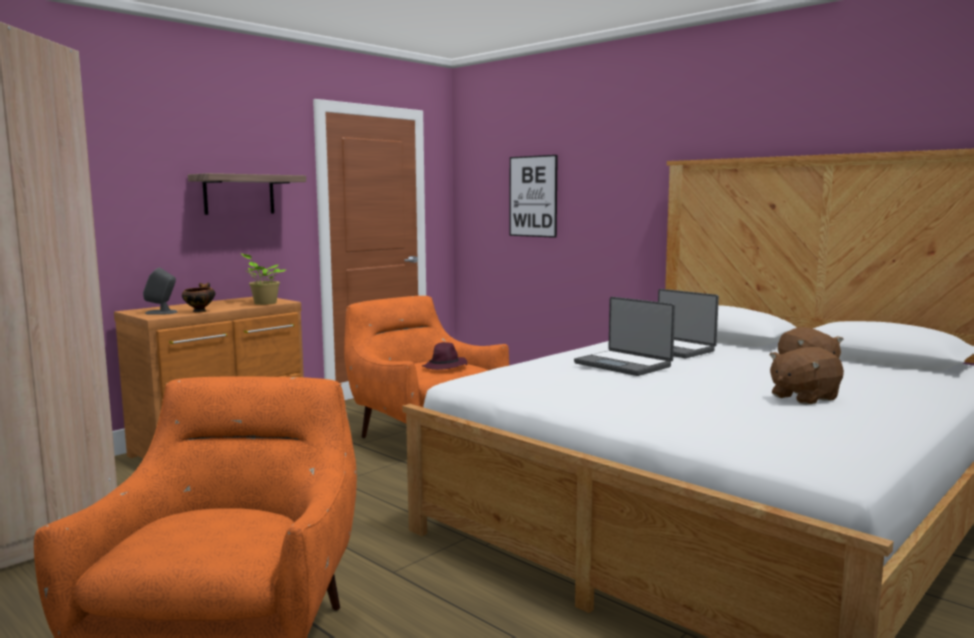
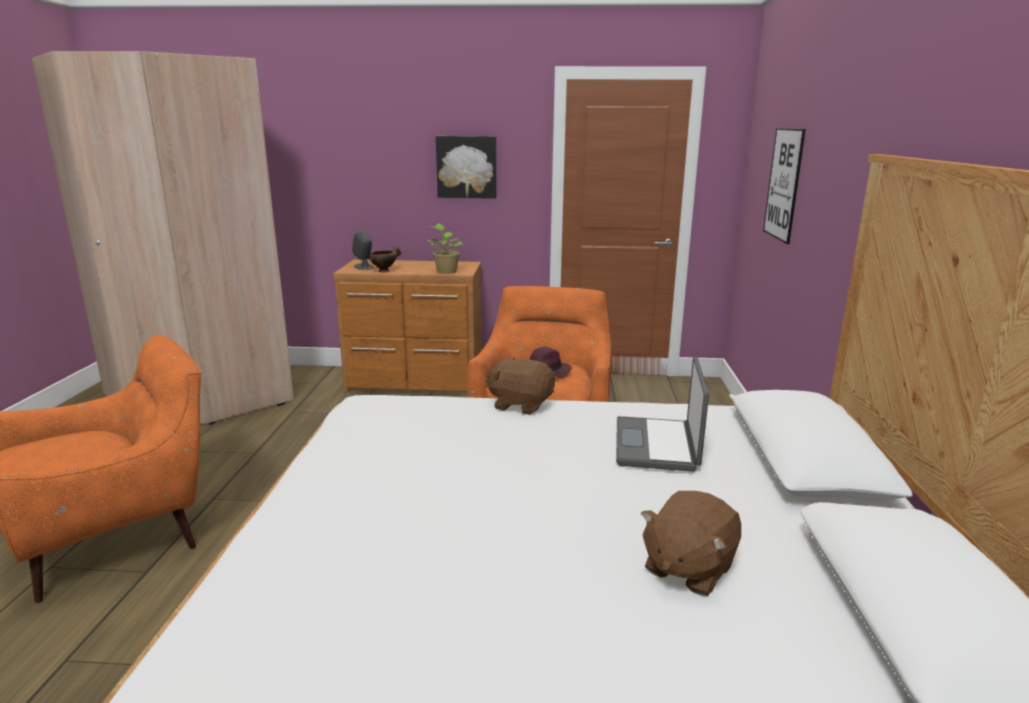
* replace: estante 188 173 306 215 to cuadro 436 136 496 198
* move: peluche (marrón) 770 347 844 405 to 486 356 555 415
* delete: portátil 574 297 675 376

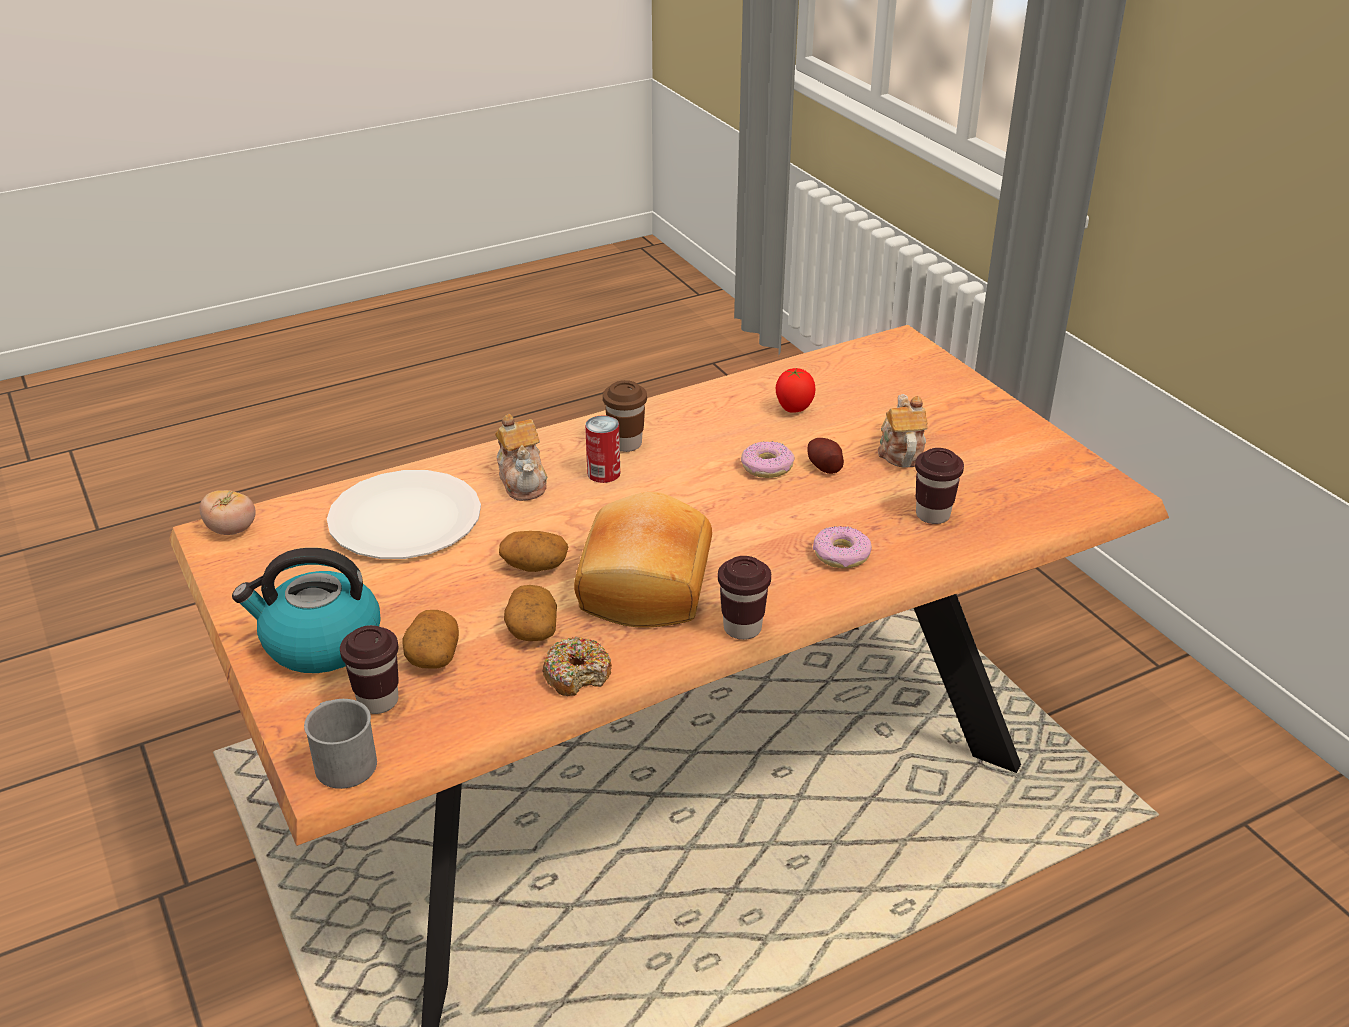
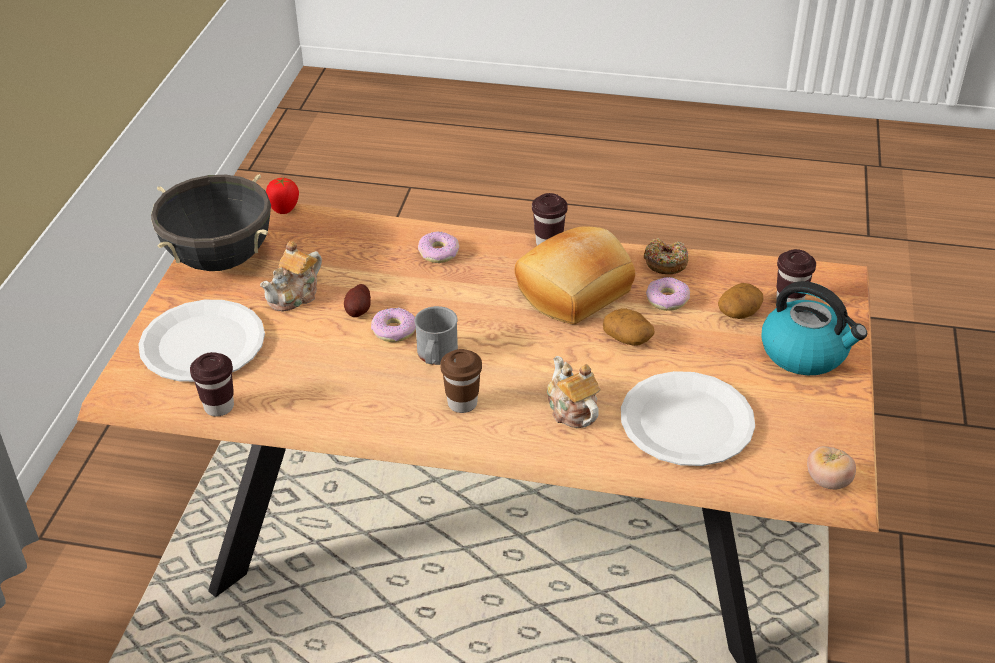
* insert: plato (blanco) 138 300 265 382
* insert: olla (negro) 151 174 271 271
* move: taza (marrón) 915 448 964 524 to 190 352 234 416
* move: tomate 776 368 815 413 to 266 177 299 214
* move: taza grande (gris) 304 699 377 789 to 415 306 458 365
* rotate: tetera 495 414 547 501 = 547 356 600 428 45 degrees counterclockwise
* replace: patata 504 585 557 641 to rosquilla 646 277 690 311
* delete: lata 585 415 620 483

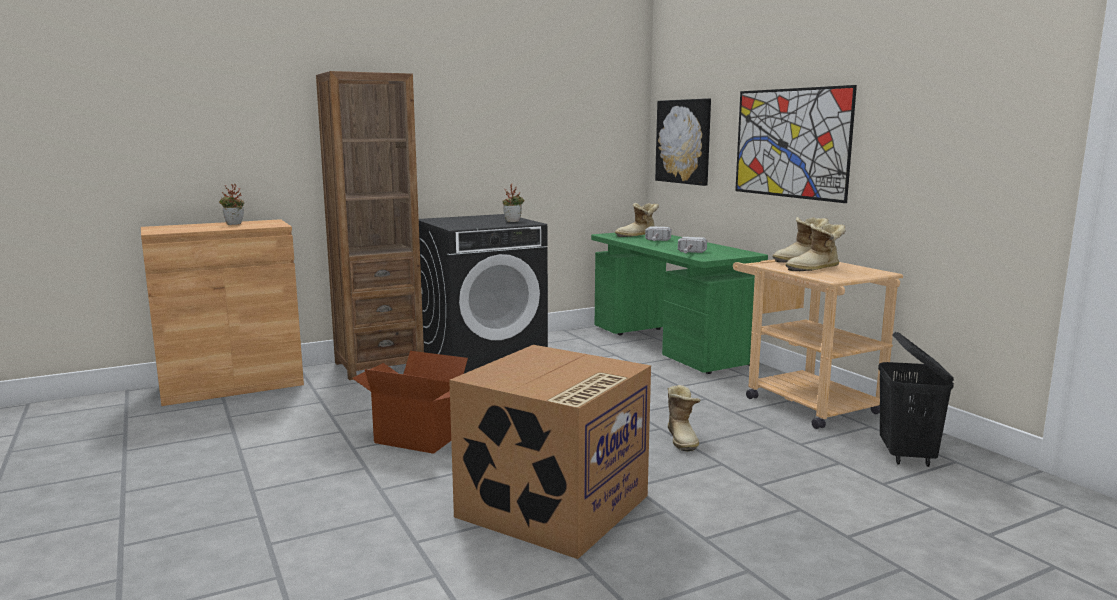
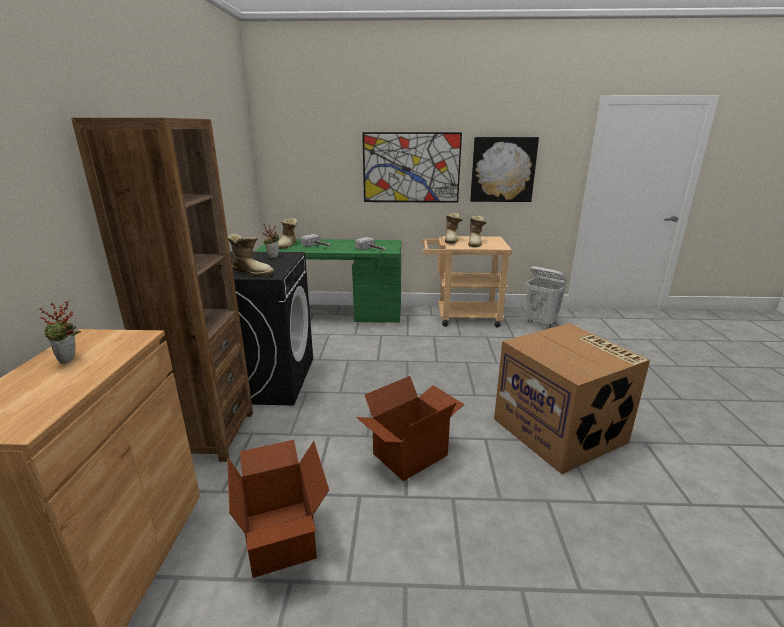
* insert: caja de cartón 227 440 329 578
* move: bota 668 385 701 451 to 228 234 274 277
* move: cuadro 655 98 711 186 to 470 137 539 202
* recolor: cesto de la ropa (negro) 878 332 954 467 to cesto de la ropa (blanco) 525 266 567 328

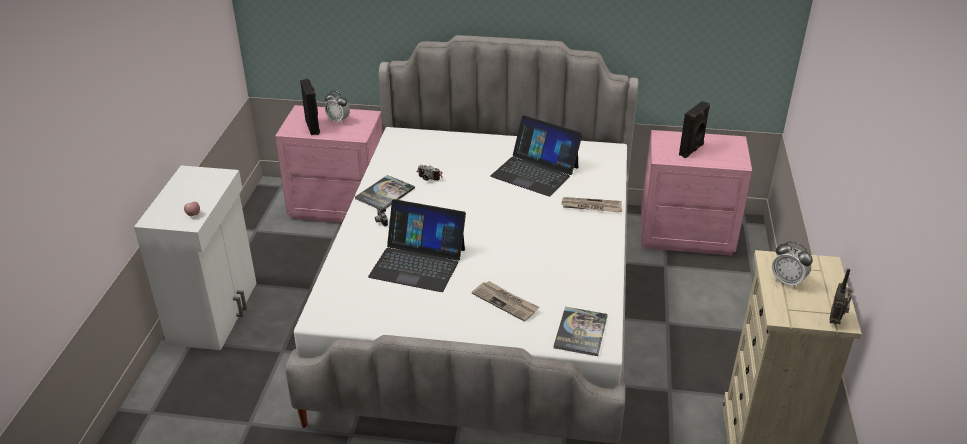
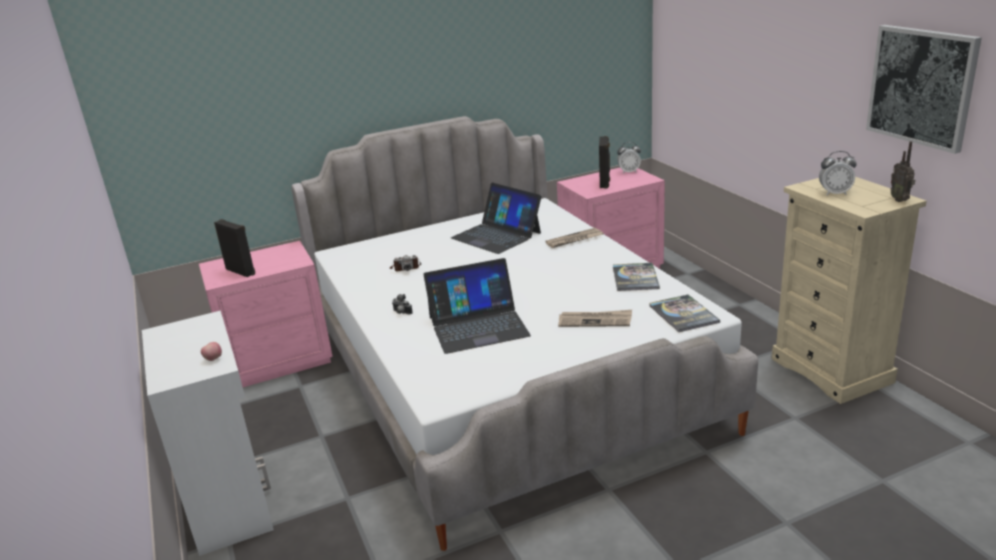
* rotate: portátil 490 115 583 197 = 451 183 542 254 45 degrees clockwise
* move: libro 355 175 415 208 to 613 263 660 291
* move: despertador 325 91 350 124 to 617 142 641 174
* insert: cuadro 866 25 982 154

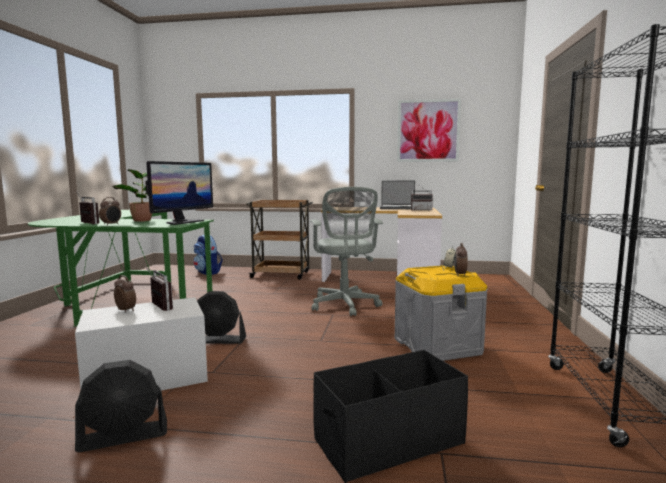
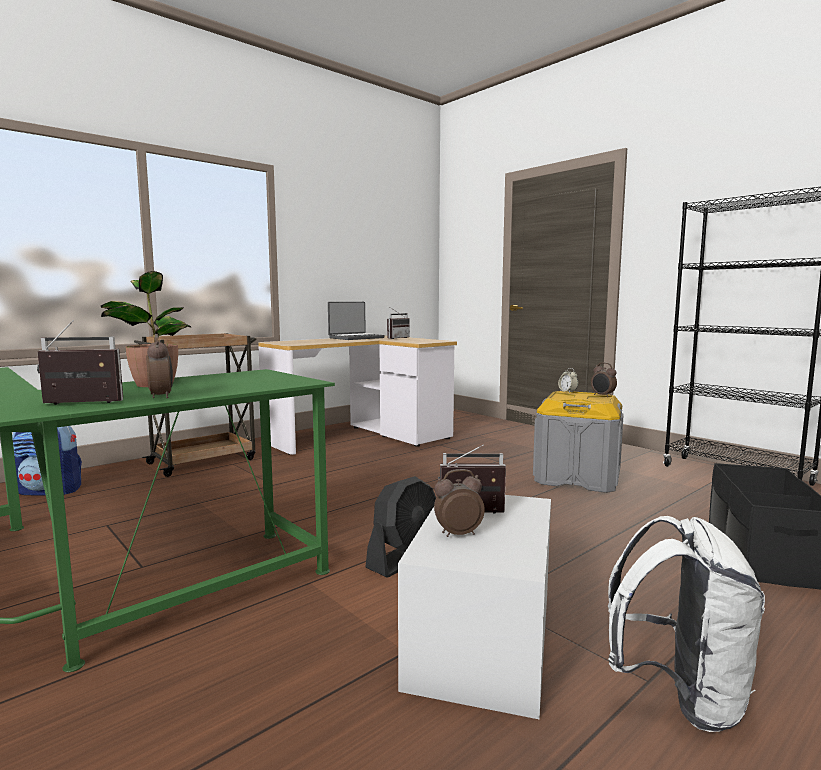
* replace: ventilador (negro) 75 360 167 452 to mochila (blanco) 608 516 765 732
* delete: monitor 145 161 213 225
* delete: silla de oficina (gris) 310 187 383 316
* delete: cuadro 397 99 461 162

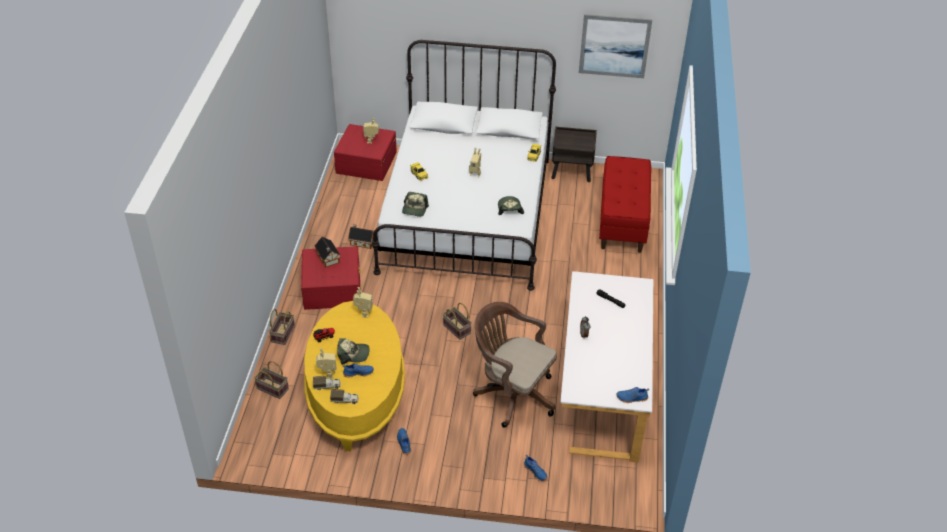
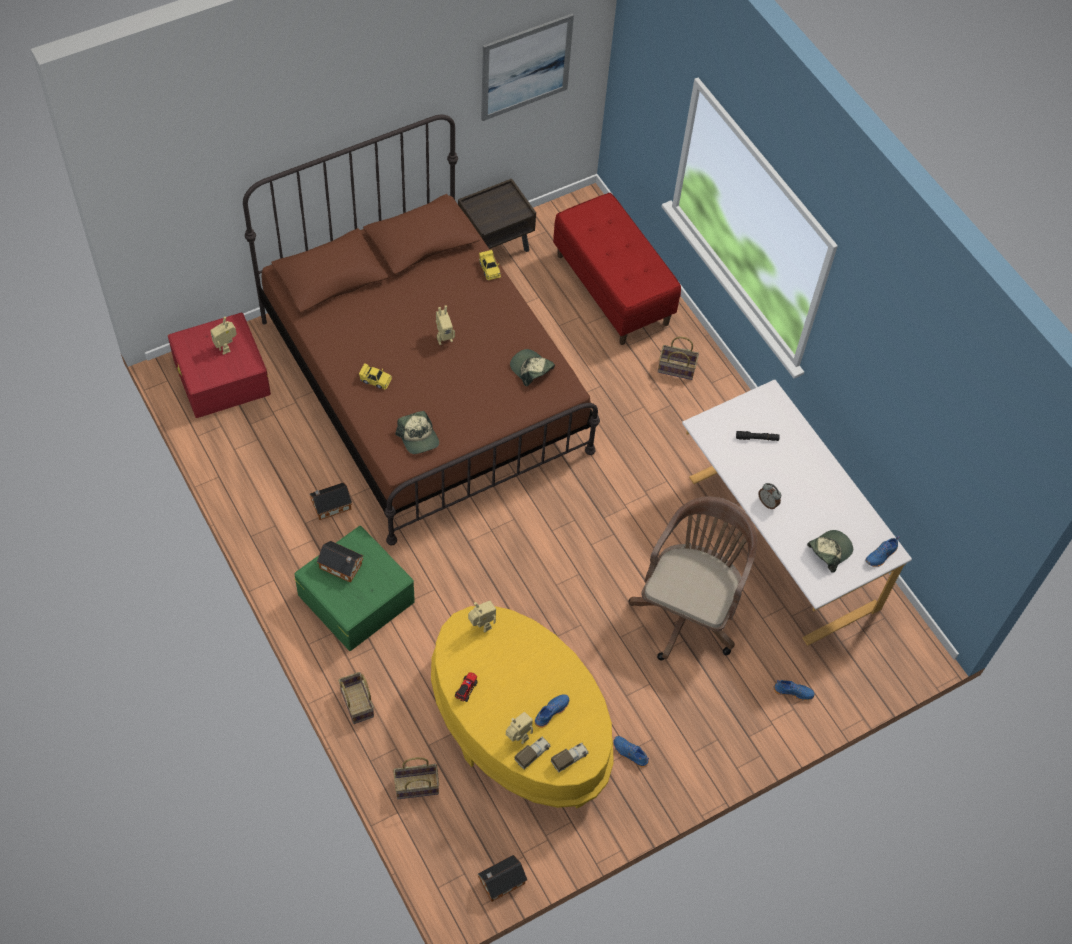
* recolor: cama (blanco) 371 40 556 291 to cama (marrón) 243 115 600 545
* recolor: caja de almacenaje (rojo) 301 246 360 310 to caja de almacenaje (verde) 294 526 415 651
* insert: casita 478 855 527 902
* rotate: silla de oficina (marrón) 473 302 557 428 = 628 497 757 660 120 degrees clockwise
* move: cesta 443 303 472 340 to 658 337 699 380
* move: gorra 337 338 370 365 to 807 530 853 573

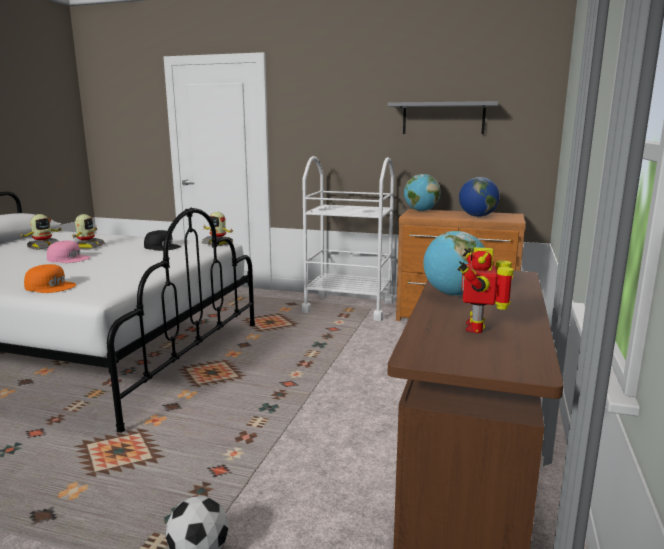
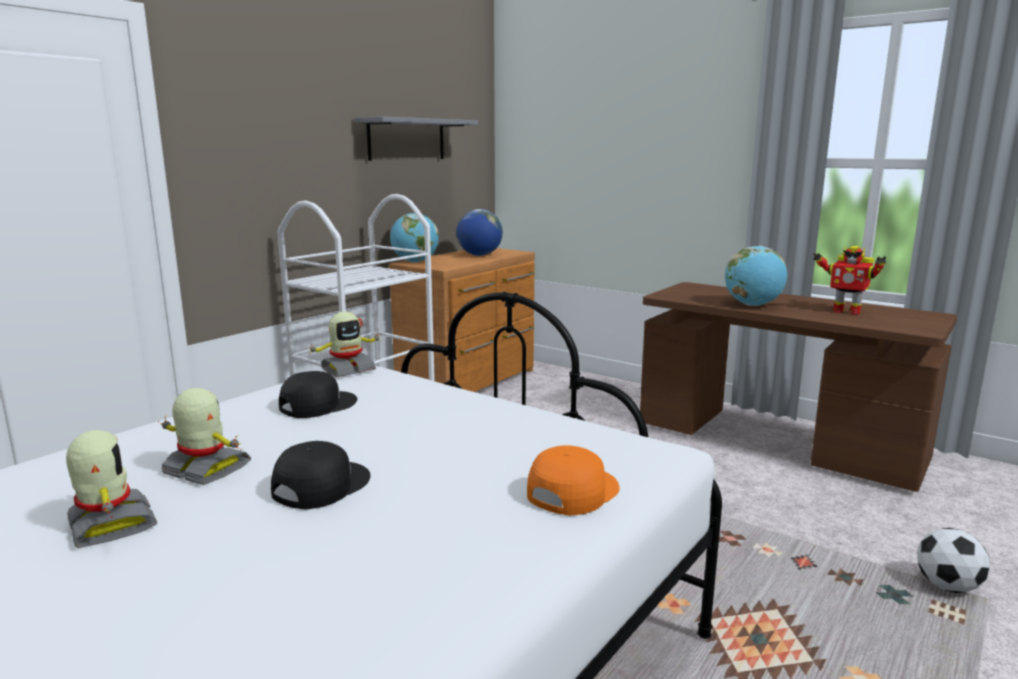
* recolor: gorra (rosa) 47 240 90 263 to gorra (negro) 271 441 371 509

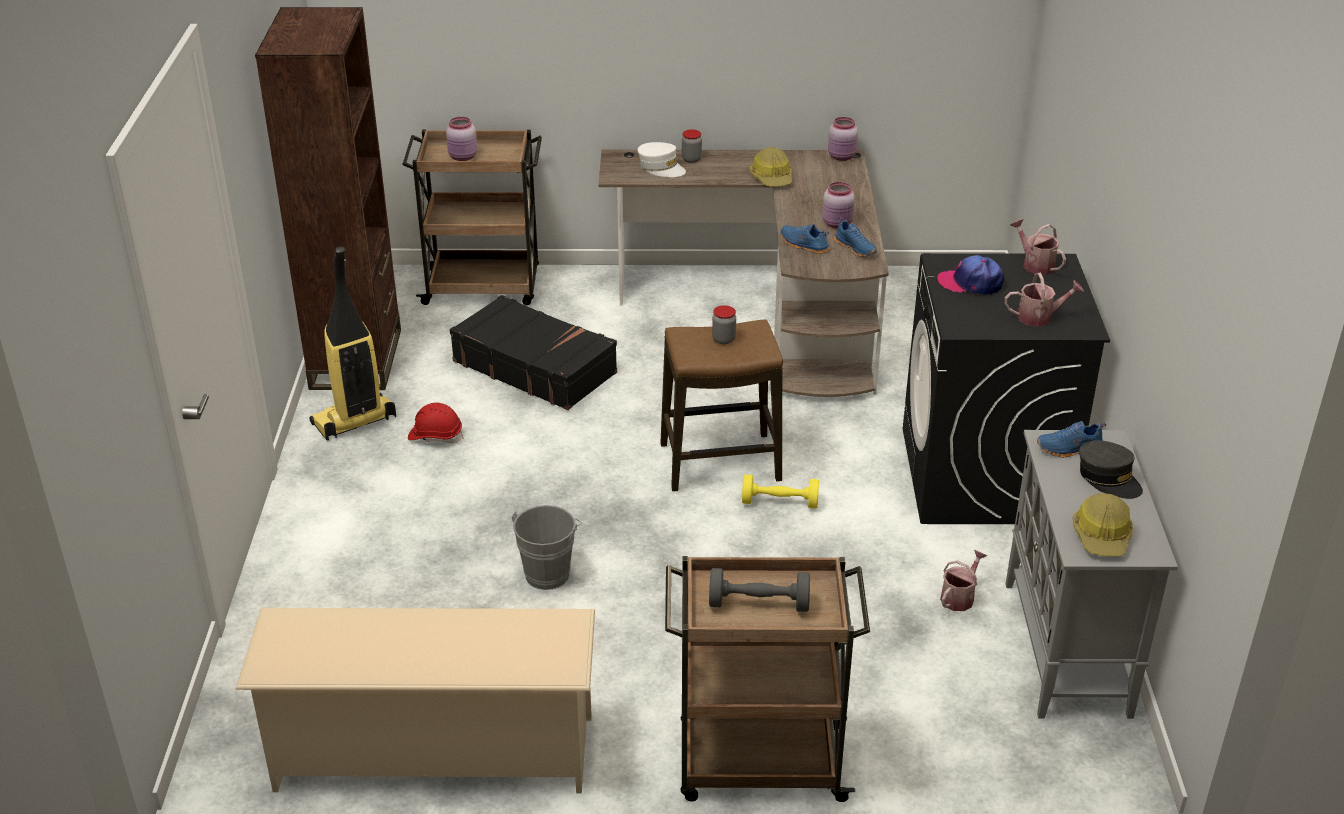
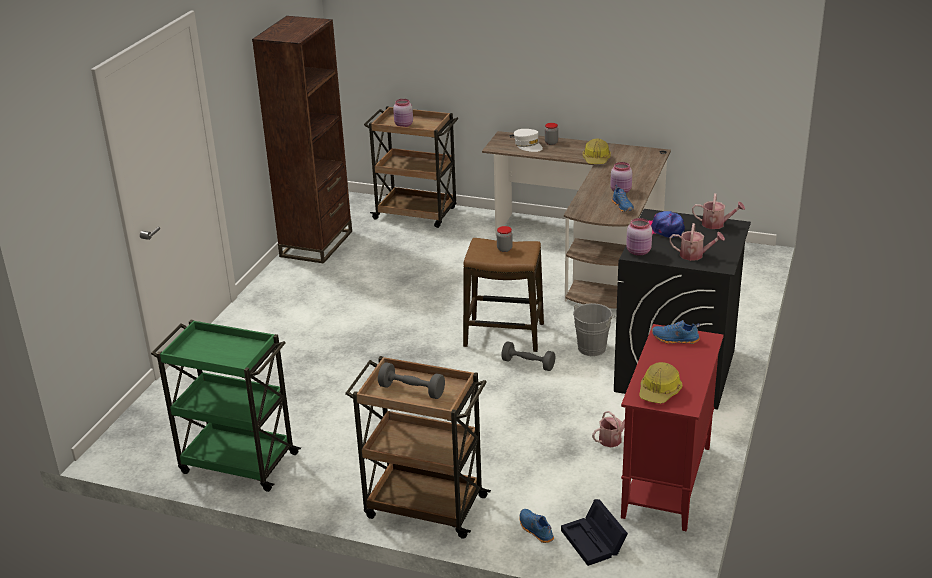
* replace: zapatero (beis) 236 608 595 794 to carrito (verde) 151 320 301 492
* recolor: mancuerna (amarillo) 742 474 819 509 to mancuerna (gris) 501 341 555 371
* move: zapato (azul) 781 224 830 254 to 519 509 554 543
* insert: caja de almacenaje (negro) 561 499 628 566
* move: cubo (gris) 512 505 582 590 to 573 303 616 356
* recolor: armario (gris) 1005 430 1178 719 to armario (rojo) 621 324 724 531
* move: tarro (rosa) 828 117 858 161 to 626 218 652 256
* rotate: regadera 1010 219 1066 275 = 692 193 745 229 120 degrees clockwise
* delete: aspiradora 309 246 396 440
* delete: casco (rojo) 408 403 463 444
* delete: maleta (negro) 450 295 617 410
* delete: gorra (gris) 1079 440 1143 499

